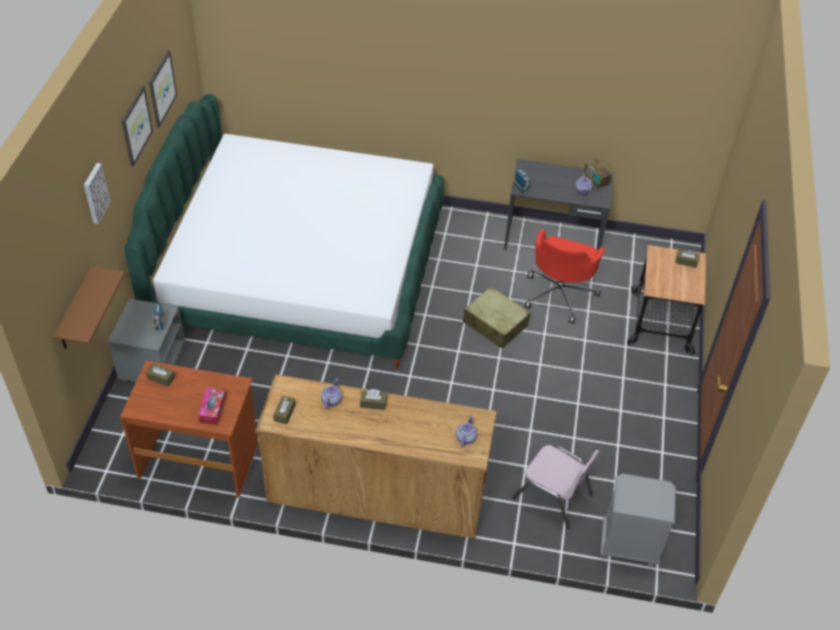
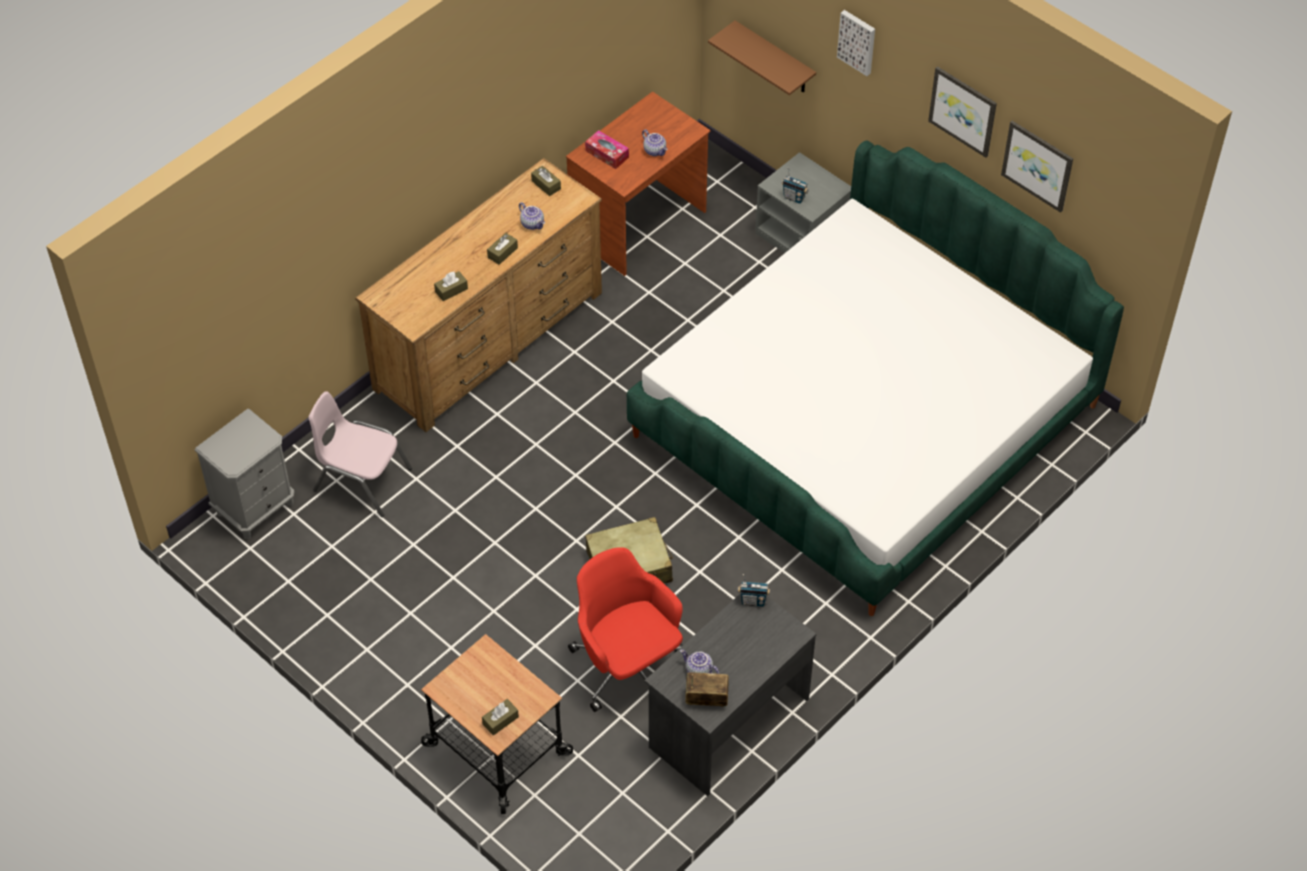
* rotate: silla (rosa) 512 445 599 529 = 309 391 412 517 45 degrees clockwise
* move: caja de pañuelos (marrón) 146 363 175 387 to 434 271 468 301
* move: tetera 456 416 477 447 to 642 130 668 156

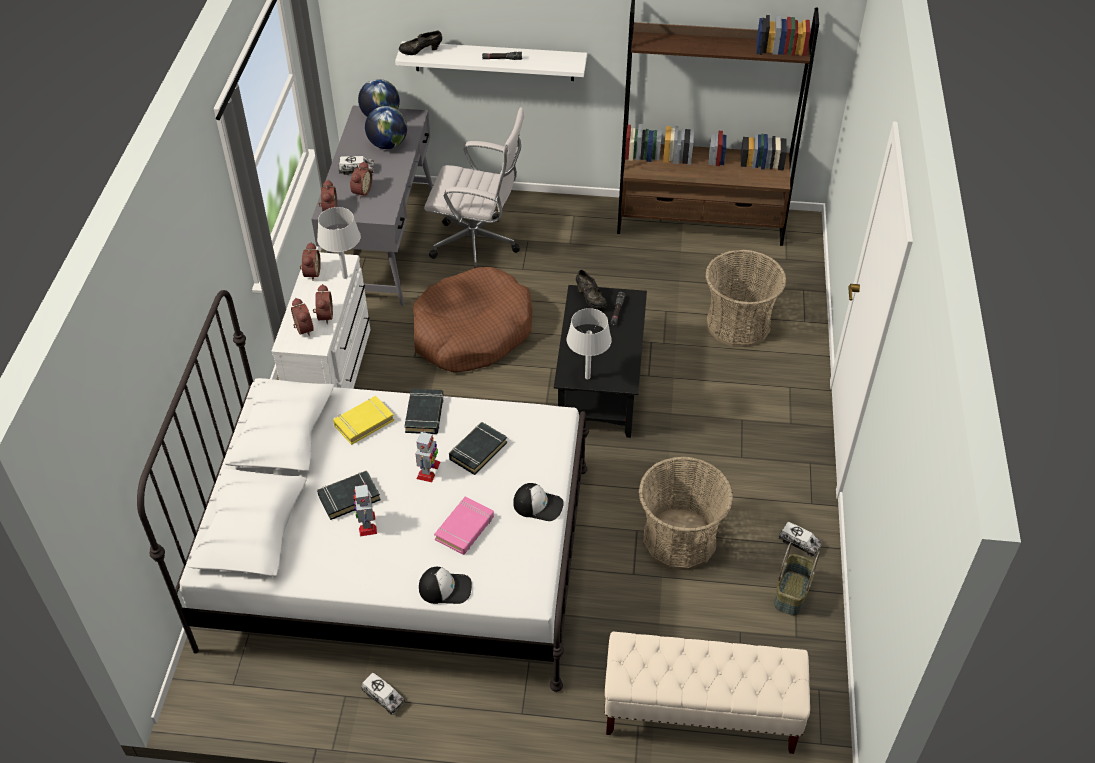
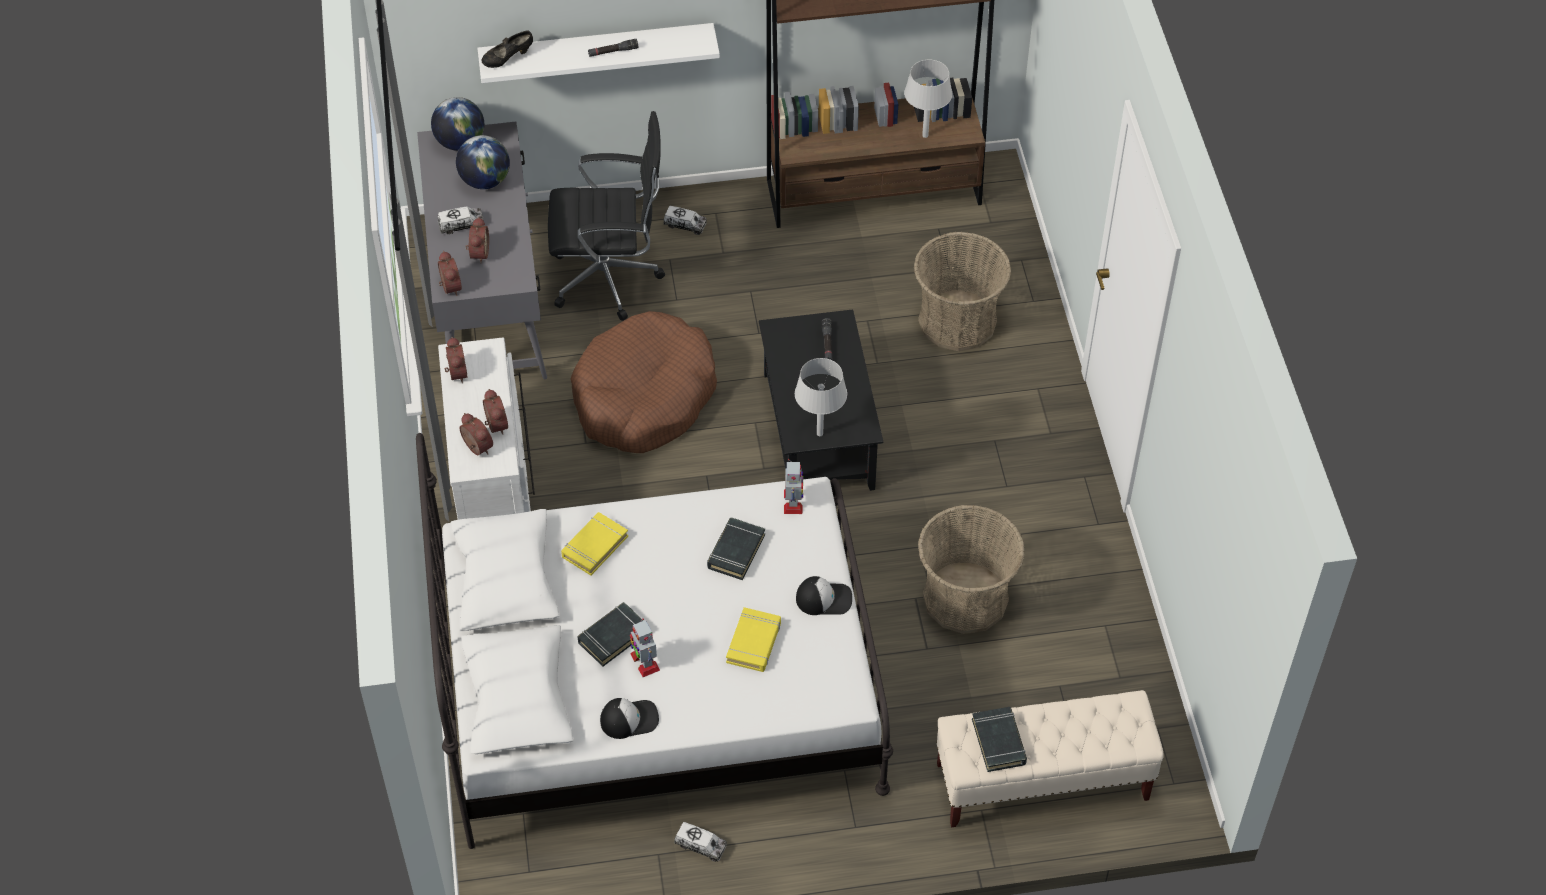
* recolor: silla de oficina (blanco) 424 107 524 268 to silla de oficina (negro) 548 111 665 321
* move: gorra 419 567 472 604 to 600 698 659 739
* move: camión de juguete 778 522 822 557 to 663 206 707 235
* recolor: libro (rosa) 434 496 494 555 to libro (amarillo) 726 607 781 672
* move: robot de juguete 416 429 440 482 to 784 459 803 514
* move: lámpara de mesa (gris) 317 207 361 279 to 904 60 952 138
* move: libro (negro) 404 389 444 434 to 972 707 1027 772
* delete: zapato (negro) 576 270 607 308
* delete: cesta 774 542 820 616

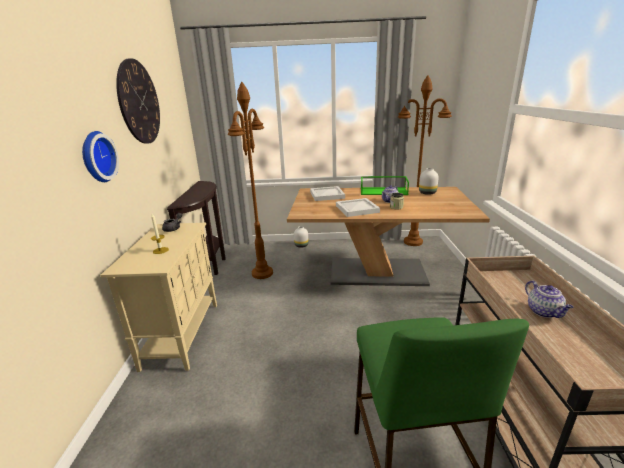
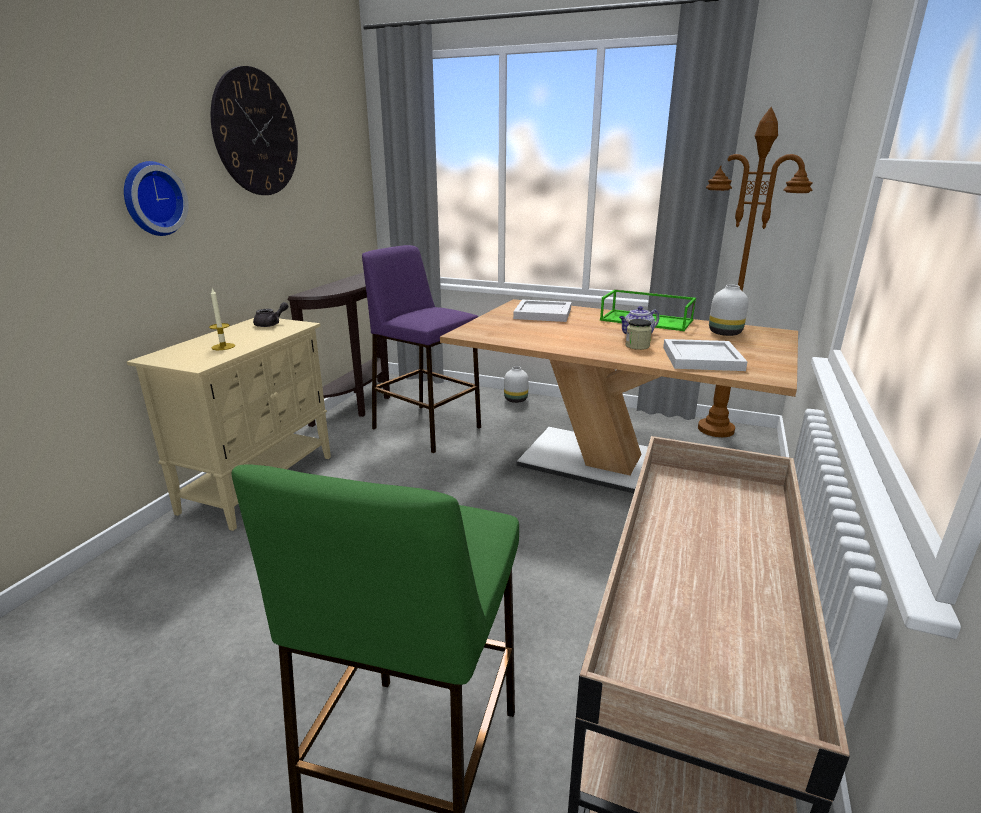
* replace: lámpara de pie (marrón) 228 82 273 279 to taburete (morado) 362 245 481 453
* move: bandeja (blanco) 336 198 380 217 to 663 339 748 371
* delete: tetera 525 280 574 318

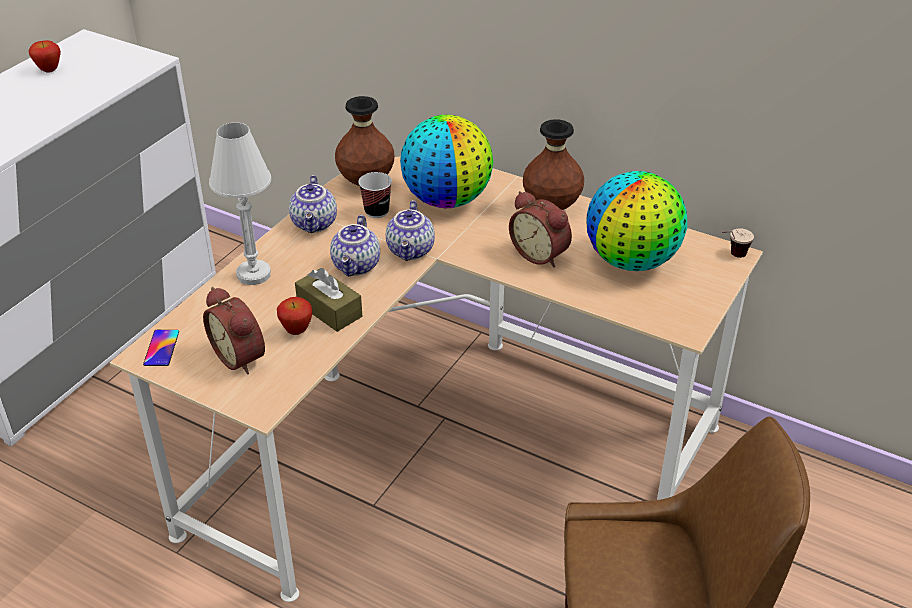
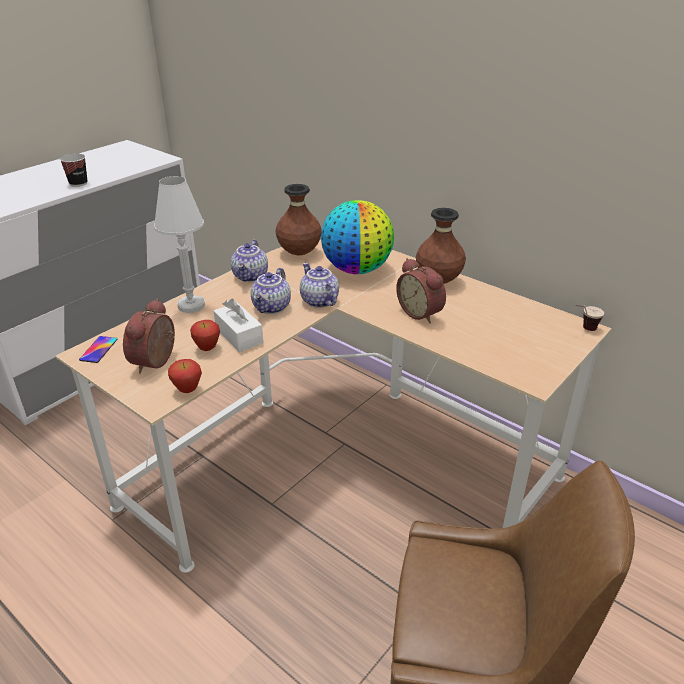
* move: taza 358 172 392 218 to 60 154 88 187
* rotate: despertador 203 287 265 374 = 123 299 175 374 45 degrees clockwise
* move: manzana 29 40 61 73 to 168 359 202 393
* recolor: caja de pañuelos (marrón) 295 268 362 332 to caja de pañuelos (blanco) 214 299 263 352
* rotate: tetera 386 200 435 261 = 300 263 339 308 135 degrees clockwise
* delete: globo terráqueo 586 171 687 271

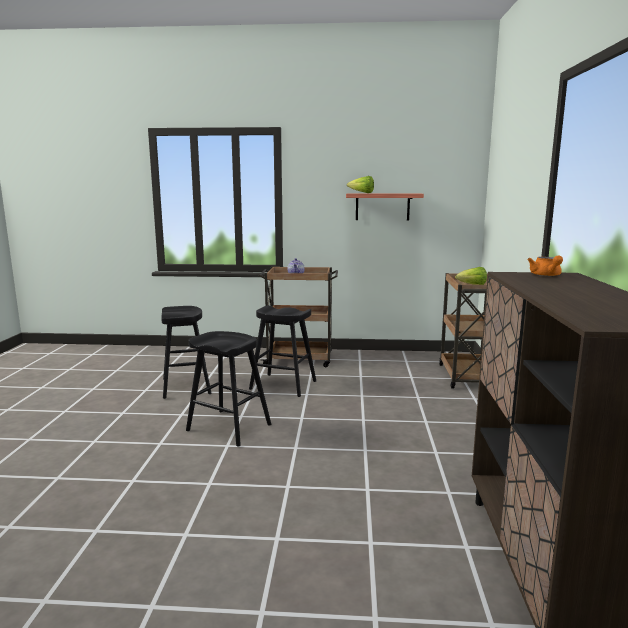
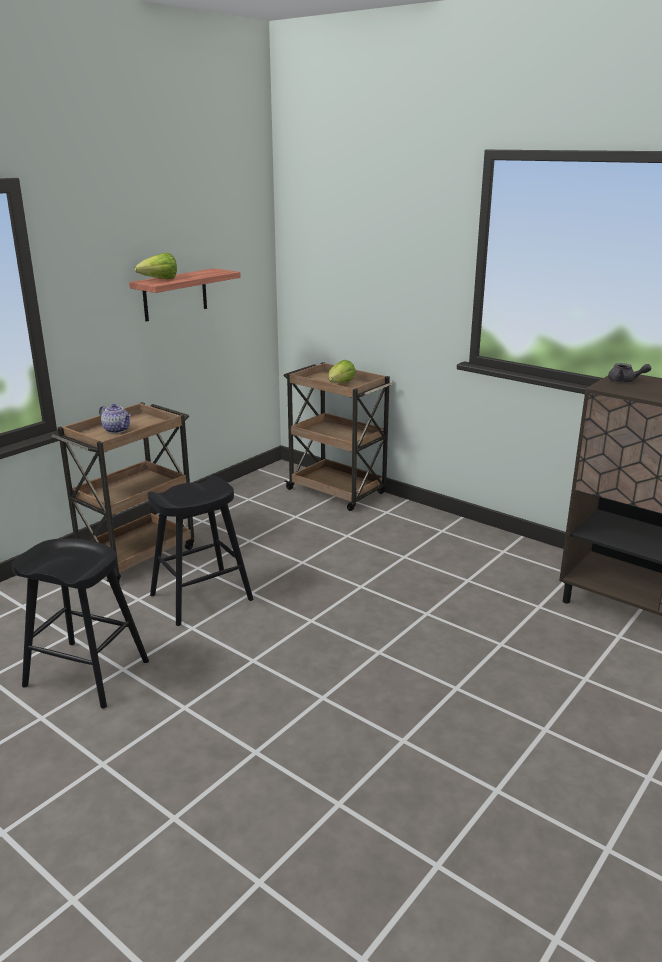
* recolor: tetera (naranja) 527 255 563 276 to tetera (gris) 608 363 651 383
* delete: taburete (negro) 186 331 271 447

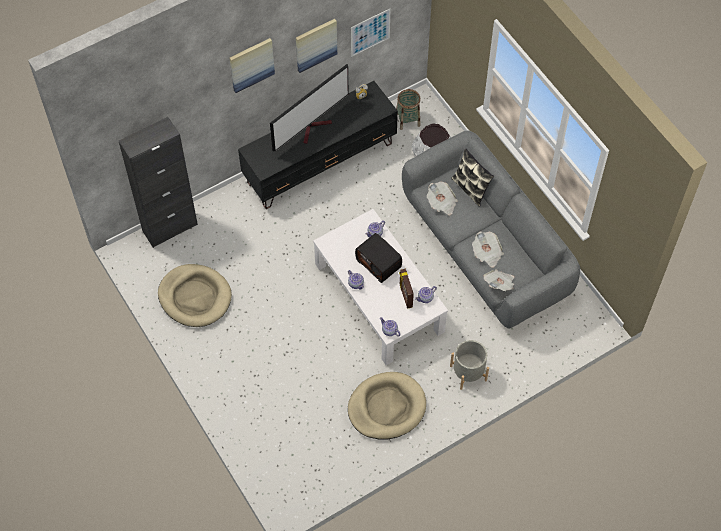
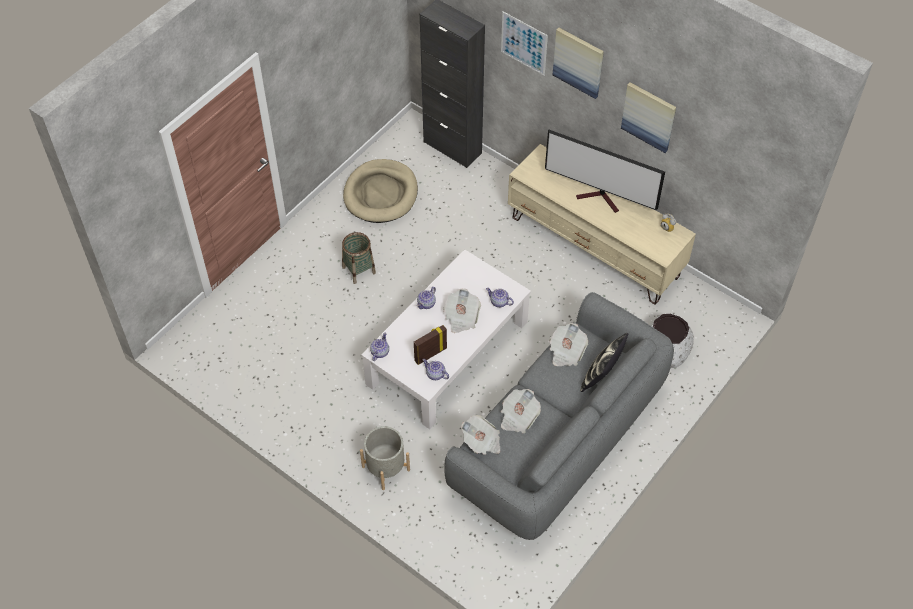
* move: cesta 396 89 421 130 to 342 232 376 284
* replace: radio 355 233 402 283 to periódico 443 289 481 333
* move: cuadro 351 9 390 57 to 501 12 548 76
* recolor: mueble de televisión (negro) 238 81 398 209 to mueble de televisión (beis) 508 144 696 305
* delete: cama para perro (beis) 348 372 426 440

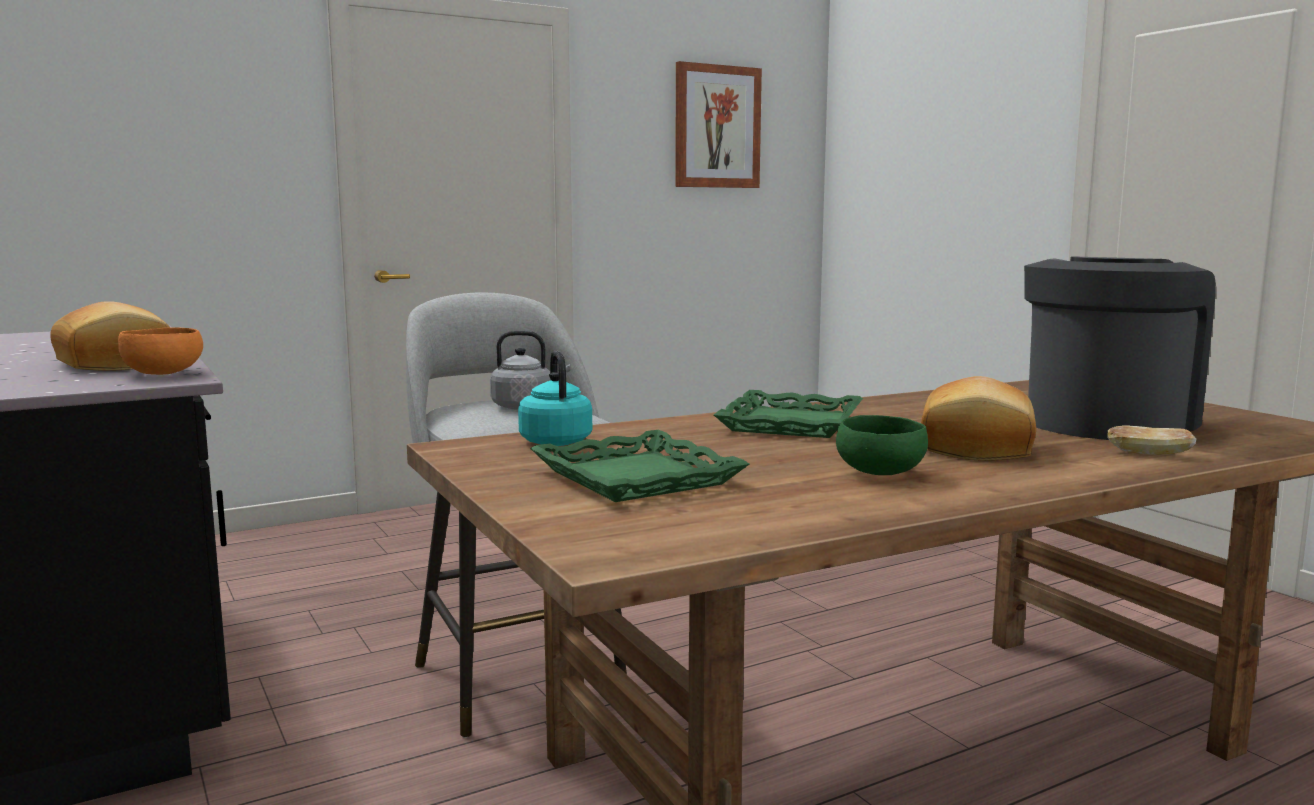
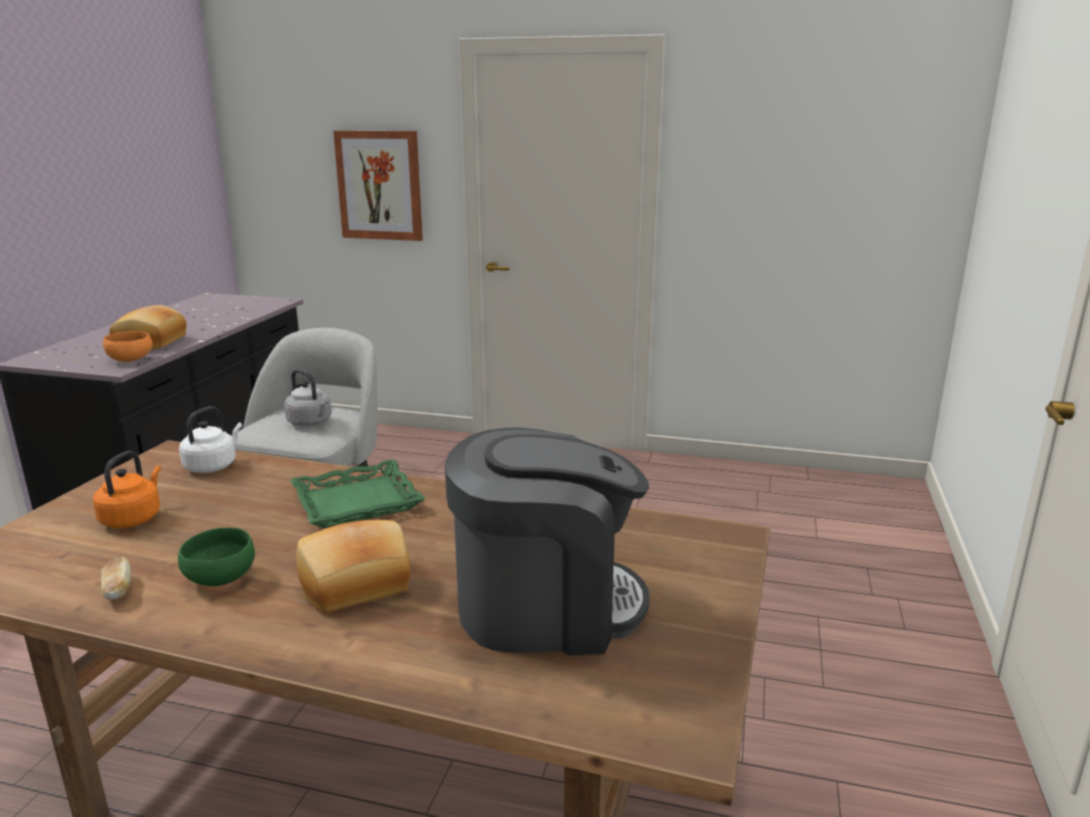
* replace: bandeja (verde) 530 430 749 502 to hervidor (naranja) 93 451 161 528
* move: pan 1107 426 1197 455 to 101 556 131 600
* recolor: hervidor (turquesa) 518 351 592 446 to hervidor (blanco) 179 406 242 473
* move: cuadro 675 61 762 188 to 333 130 423 241

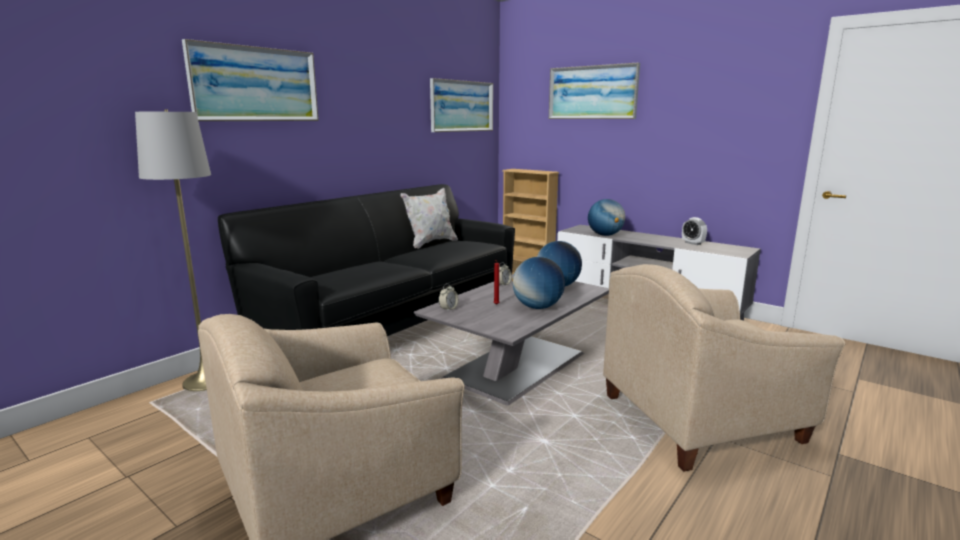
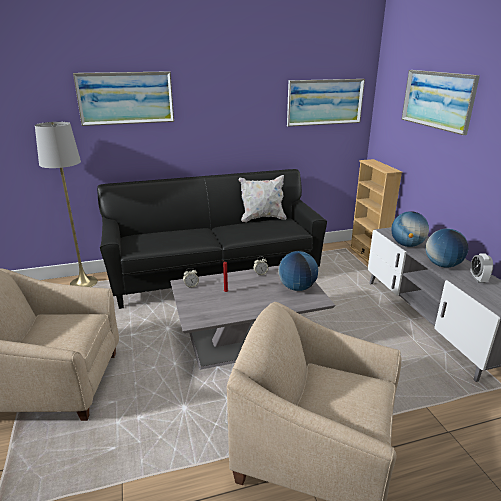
* move: globo terráqueo 512 257 565 309 to 426 229 468 268

